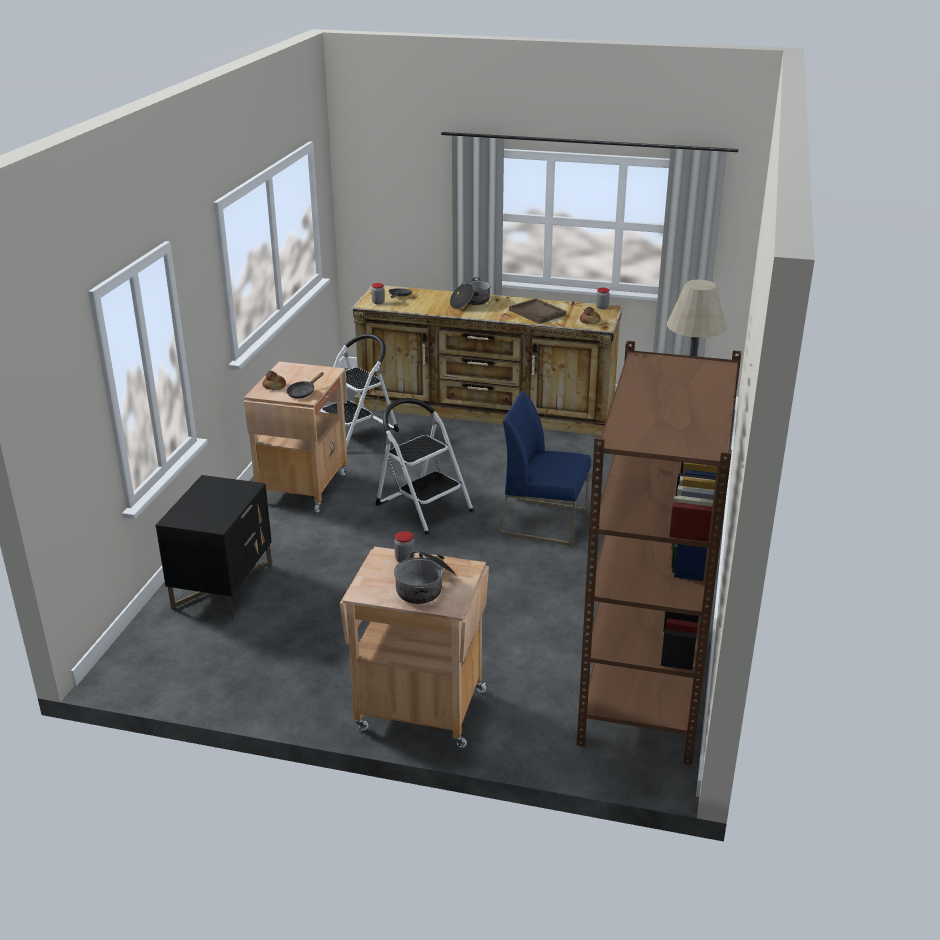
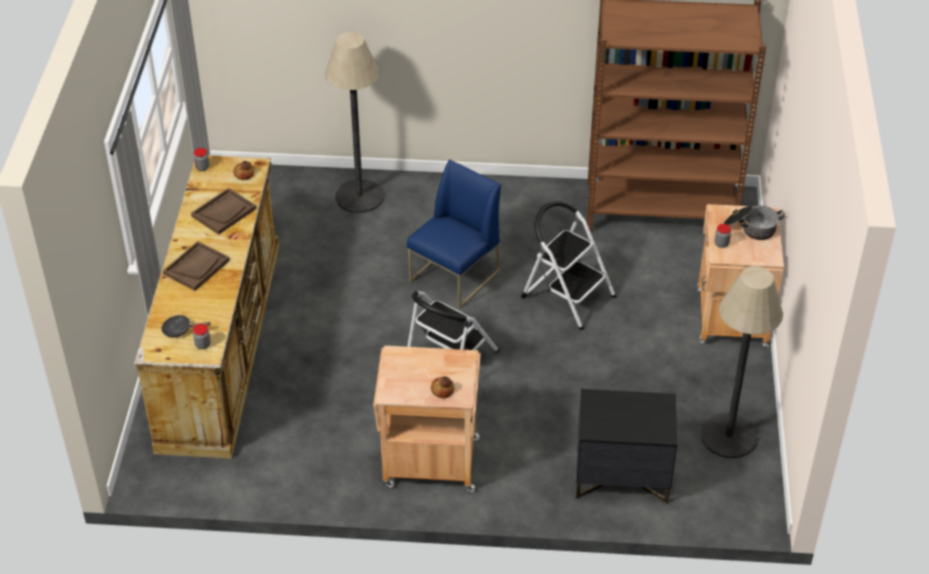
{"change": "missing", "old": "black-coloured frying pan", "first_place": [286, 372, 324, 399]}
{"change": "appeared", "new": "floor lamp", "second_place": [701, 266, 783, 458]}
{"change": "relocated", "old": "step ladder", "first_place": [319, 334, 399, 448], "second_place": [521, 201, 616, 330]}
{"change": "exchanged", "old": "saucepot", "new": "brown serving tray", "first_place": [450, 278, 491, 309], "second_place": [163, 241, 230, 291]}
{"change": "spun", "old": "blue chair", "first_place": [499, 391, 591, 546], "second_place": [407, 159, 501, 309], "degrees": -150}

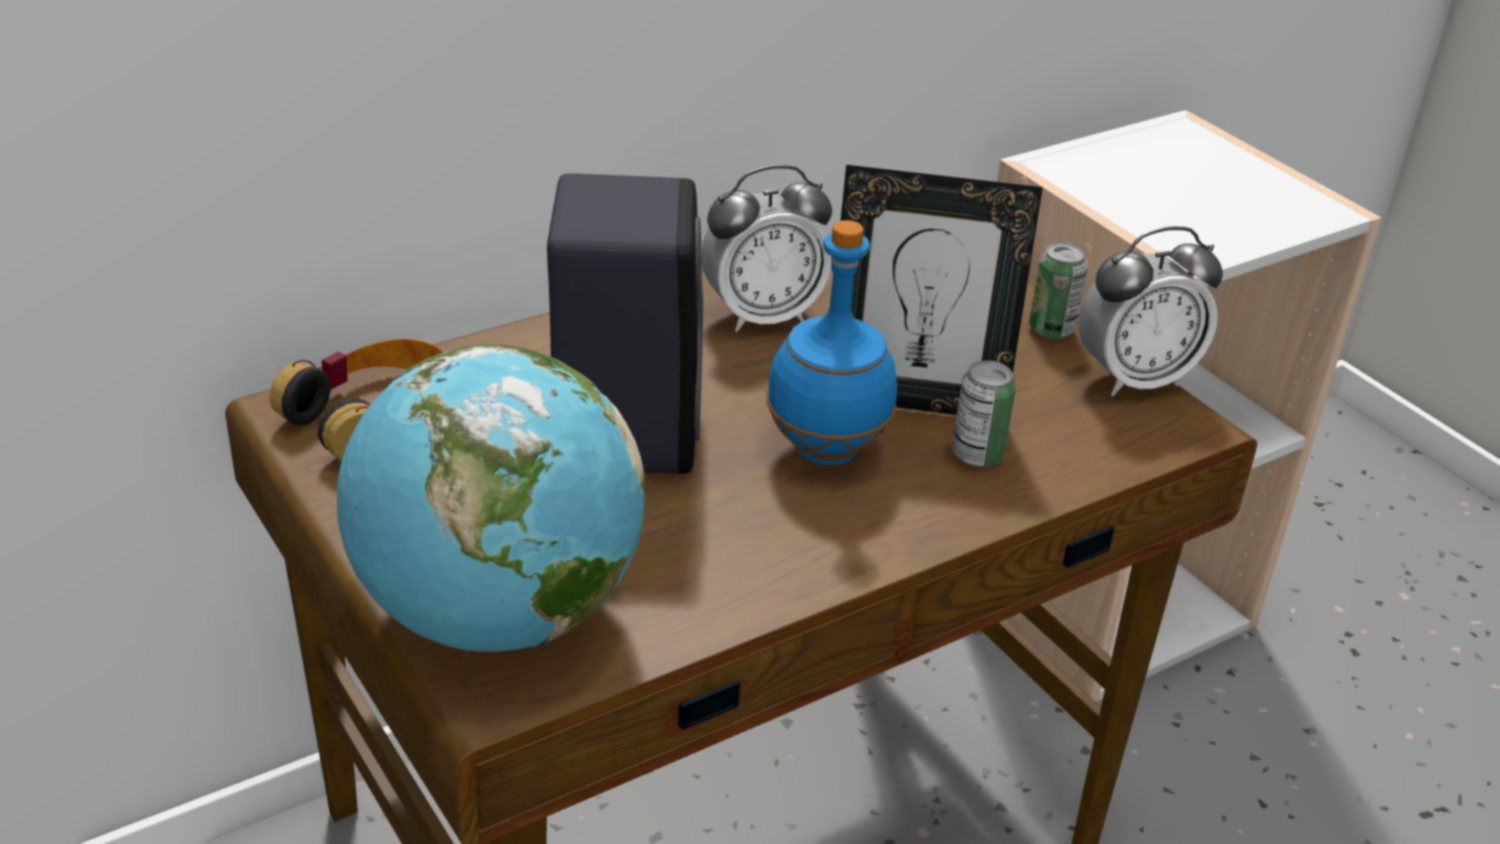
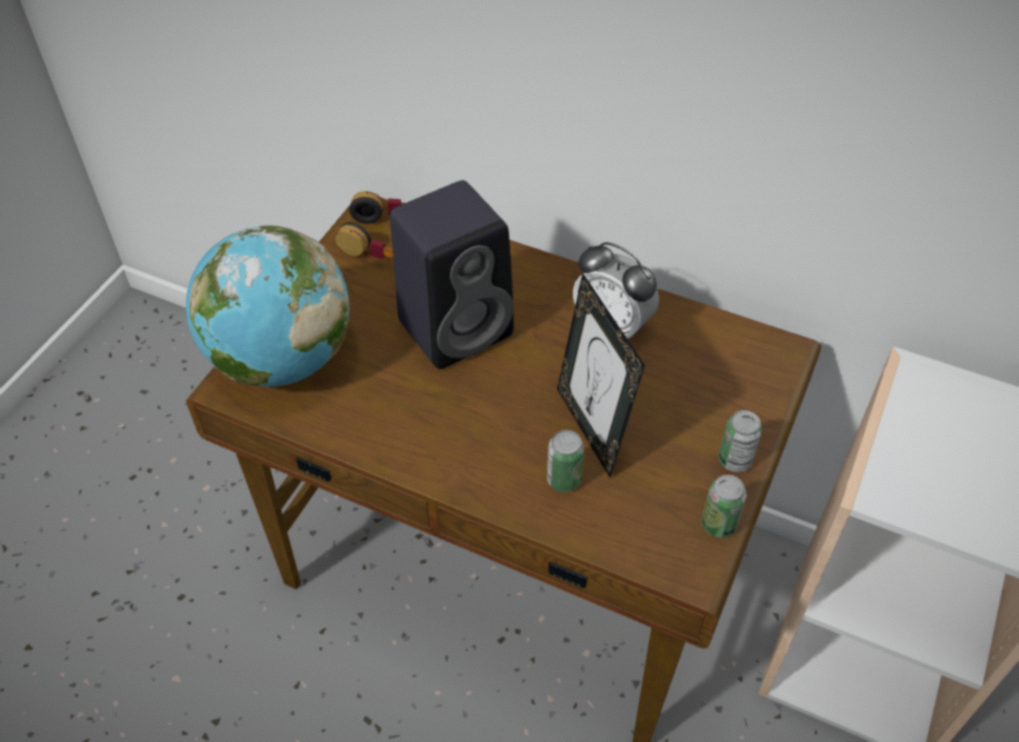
{"change": "missing", "old": "blue bottle", "first_place": [767, 220, 897, 465]}
{"change": "exchanged", "old": "bedside clock", "new": "metal can", "first_place": [1079, 226, 1223, 396], "second_place": [701, 475, 747, 538]}

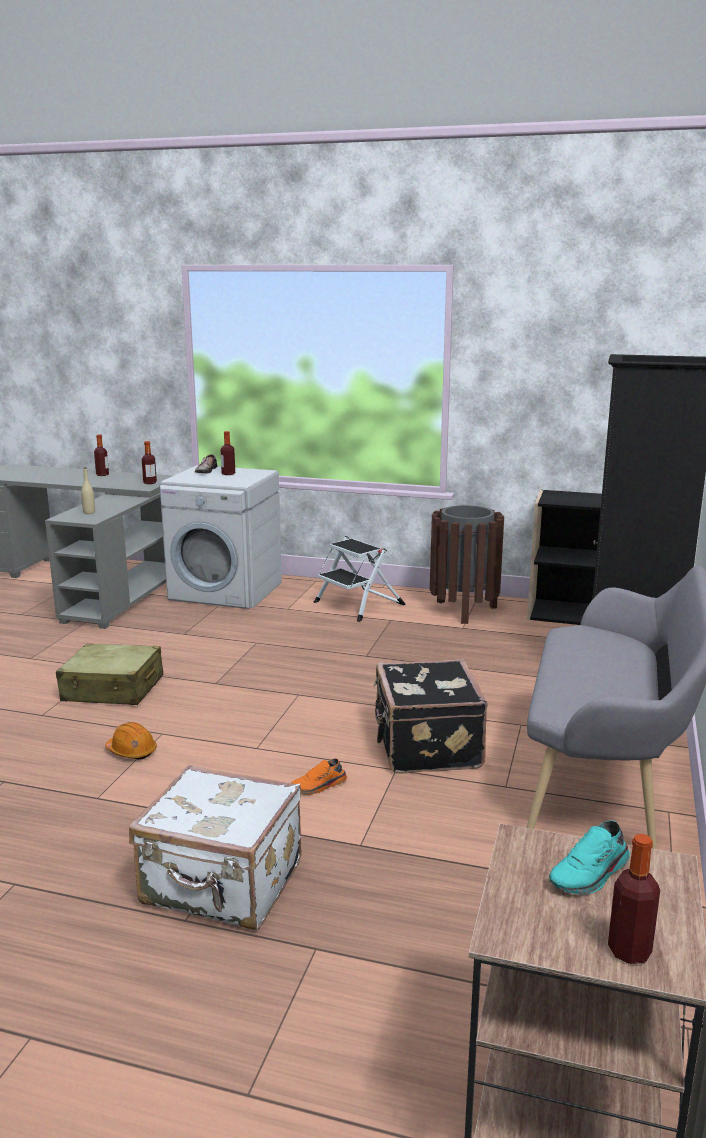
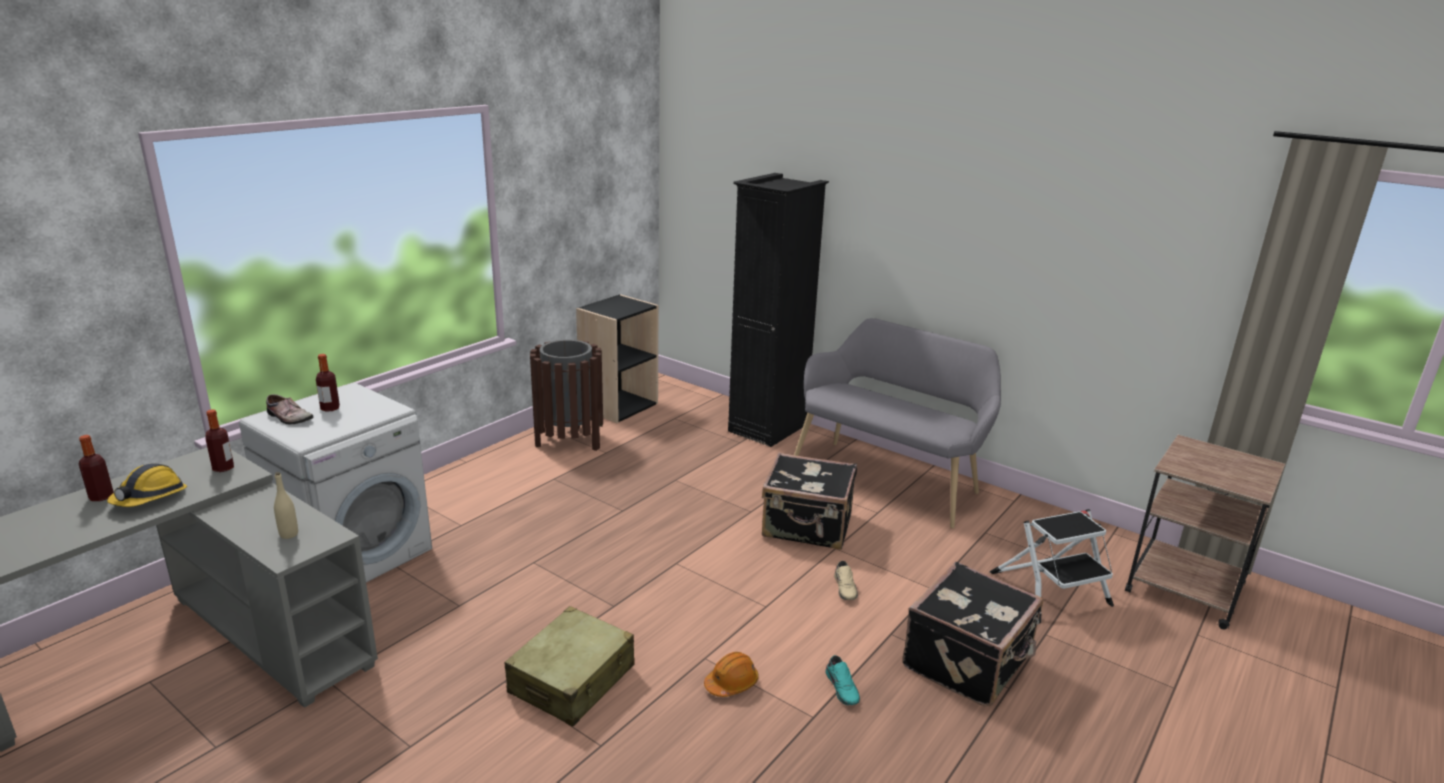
{"change": "missing", "old": "bottle", "first_place": [608, 834, 660, 964]}
{"change": "appeared", "new": "hard hat", "second_place": [107, 463, 187, 507]}
{"change": "relocated", "old": "step ladder", "first_place": [313, 536, 406, 622], "second_place": [990, 509, 1114, 623]}
{"change": "relocated", "old": "blue-green item of footwear", "first_place": [549, 821, 630, 895], "second_place": [825, 655, 860, 705]}
{"change": "colour", "old": "white travel case", "new": "black-coloured travel case", "first_place": [129, 765, 301, 930], "second_place": [902, 562, 1043, 706]}
{"change": "colour", "old": "orangey item of footwear", "new": "beige item of footwear", "first_place": [291, 758, 348, 795], "second_place": [834, 561, 858, 600]}

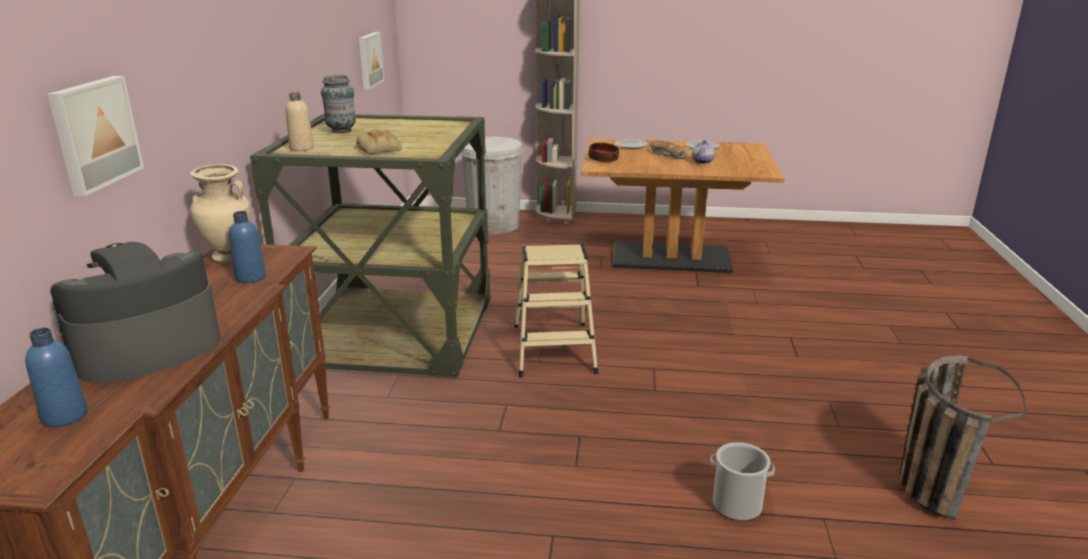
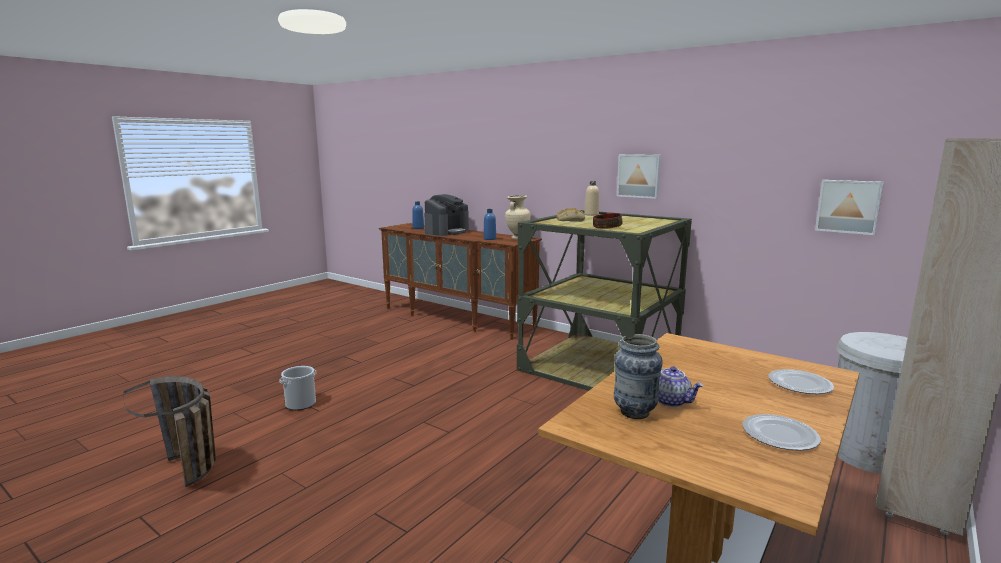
{"change": "missing", "old": "beige step ladder", "first_place": [514, 244, 598, 377]}
{"change": "missing", "old": "bread", "first_place": [650, 140, 687, 159]}
{"change": "relocated", "old": "picture", "first_place": [47, 76, 144, 196], "second_place": [617, 154, 661, 199]}
{"change": "relocated", "old": "decorative vase", "first_place": [321, 75, 356, 133], "second_place": [614, 334, 663, 419]}
{"change": "relocated", "old": "bowl", "first_place": [588, 142, 619, 162], "second_place": [593, 213, 622, 229]}
{"change": "spun", "old": "coffee brewer", "first_place": [50, 242, 221, 383], "second_place": [424, 194, 469, 236], "degrees": 45}

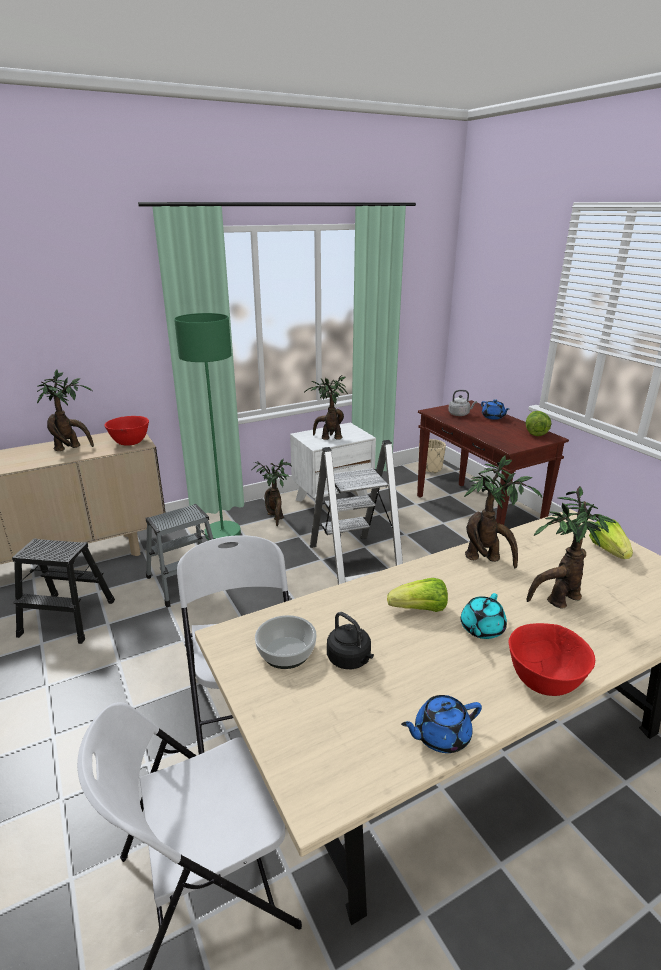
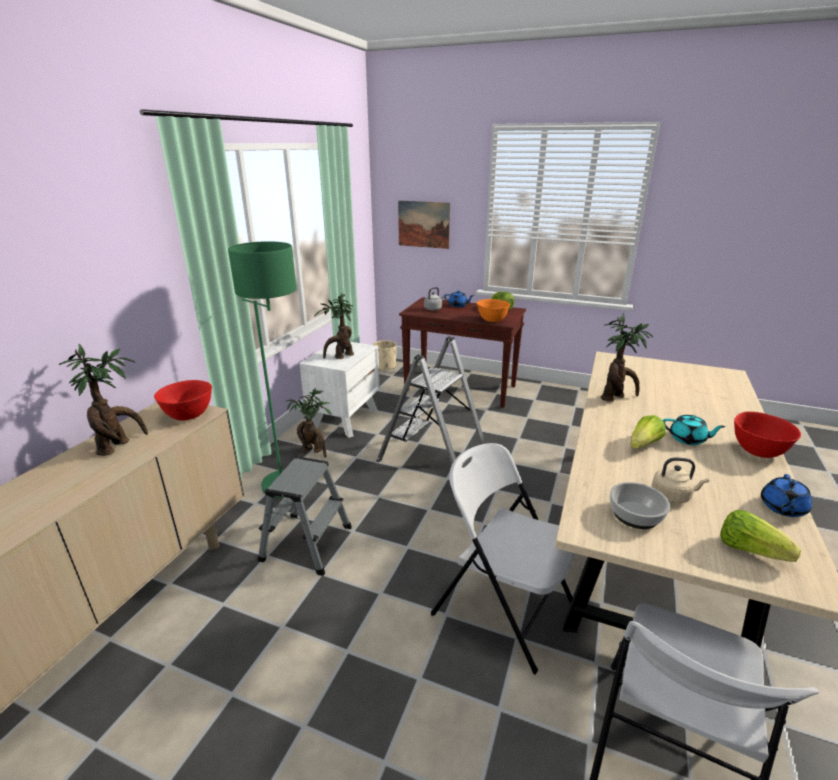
{"change": "missing", "old": "black-coloured step ladder", "first_place": [12, 538, 115, 644]}
{"change": "missing", "old": "potted plant", "first_place": [527, 486, 616, 609]}
{"change": "appeared", "new": "picture", "second_place": [398, 201, 450, 249]}
{"change": "appeared", "new": "orangey bowl", "second_place": [476, 299, 510, 322]}
{"change": "relocated", "old": "lettuce head", "first_place": [589, 519, 633, 559], "second_place": [720, 510, 801, 562]}
{"change": "colour", "old": "black-coloured water kettle", "new": "beige water kettle", "first_place": [327, 612, 374, 669], "second_place": [652, 458, 709, 504]}
{"change": "spun", "old": "blue-green tea pot", "first_place": [461, 593, 507, 639], "second_place": [663, 415, 725, 445], "degrees": -60}

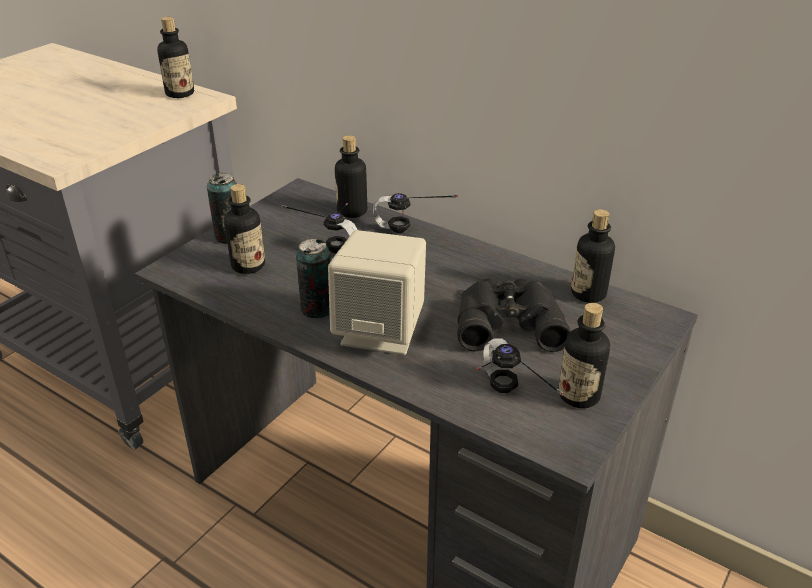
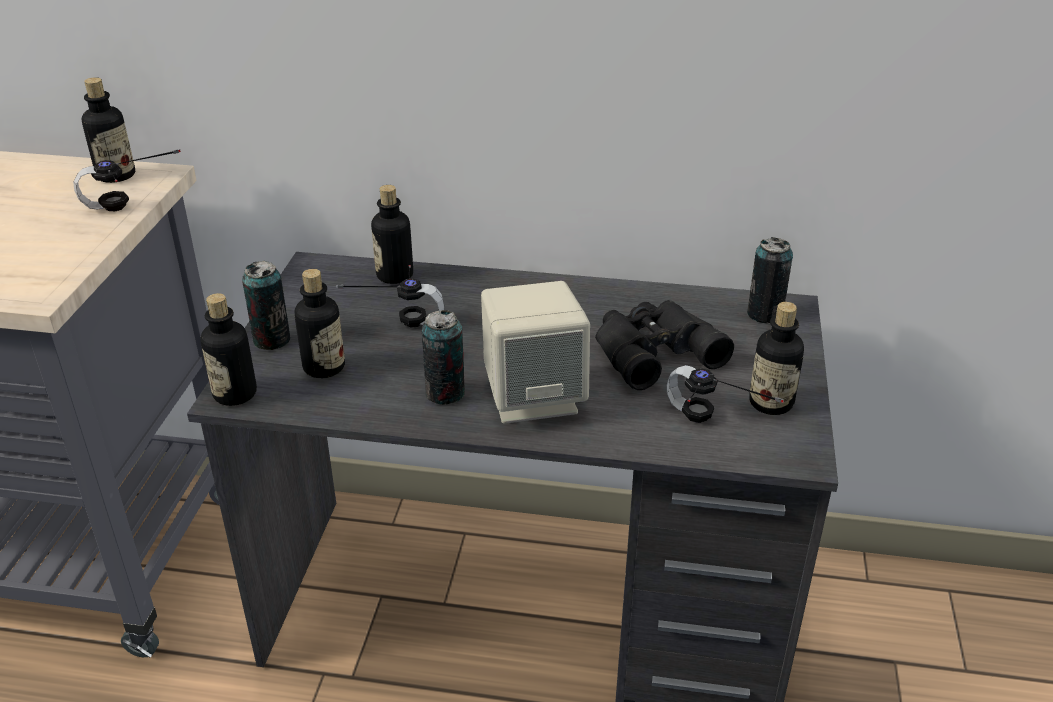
{"change": "appeared", "new": "metal can", "second_place": [747, 237, 793, 324]}
{"change": "relocated", "old": "headphones", "first_place": [373, 193, 458, 233], "second_place": [73, 149, 181, 211]}
{"change": "relocated", "old": "bottle", "first_place": [571, 209, 615, 303], "second_place": [200, 293, 257, 406]}

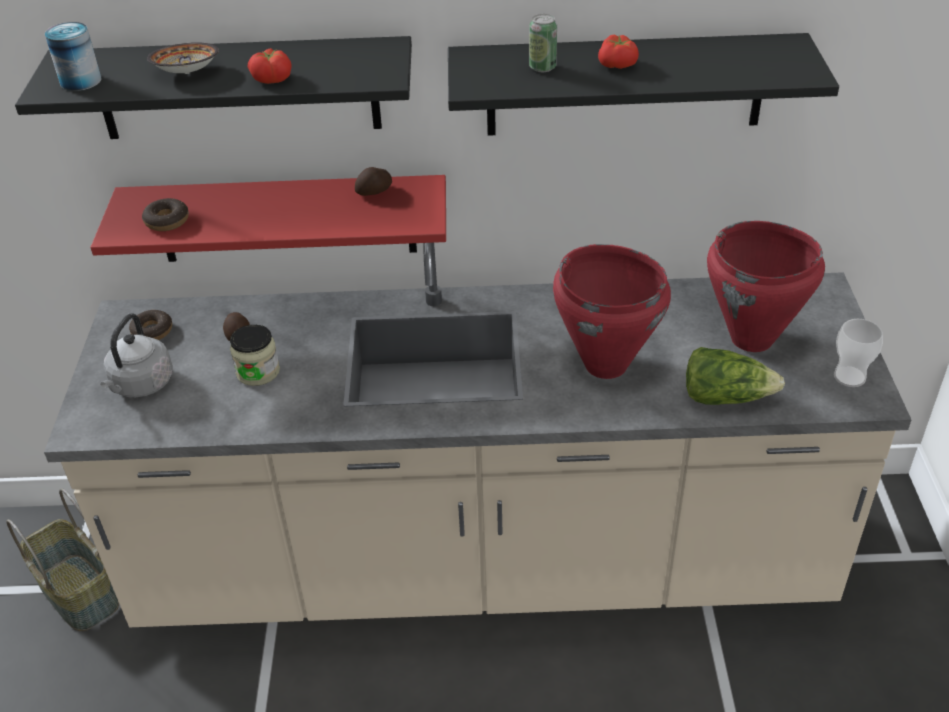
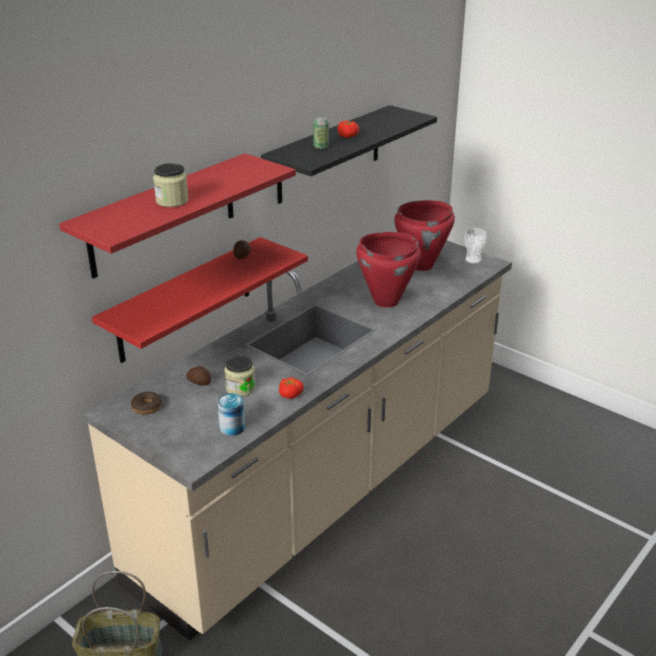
{"change": "missing", "old": "grey water kettle", "first_place": [100, 313, 173, 397]}
{"change": "missing", "old": "ring doughnut", "first_place": [142, 198, 189, 231]}
{"change": "missing", "old": "lettuce head", "first_place": [686, 347, 785, 405]}
{"change": "relocated", "old": "metal can", "first_place": [45, 22, 101, 91], "second_place": [217, 393, 245, 436]}
{"change": "relocated", "old": "fresh tomato", "first_place": [248, 48, 292, 84], "second_place": [279, 377, 304, 399]}
{"change": "exchanged", "old": "bowl", "new": "preserve jar", "first_place": [147, 42, 219, 74], "second_place": [153, 163, 189, 207]}
{"change": "colour", "old": "black-coloured wall shelf", "new": "red-coloured wall shelf", "first_place": [15, 36, 412, 139], "second_place": [59, 153, 296, 279]}

